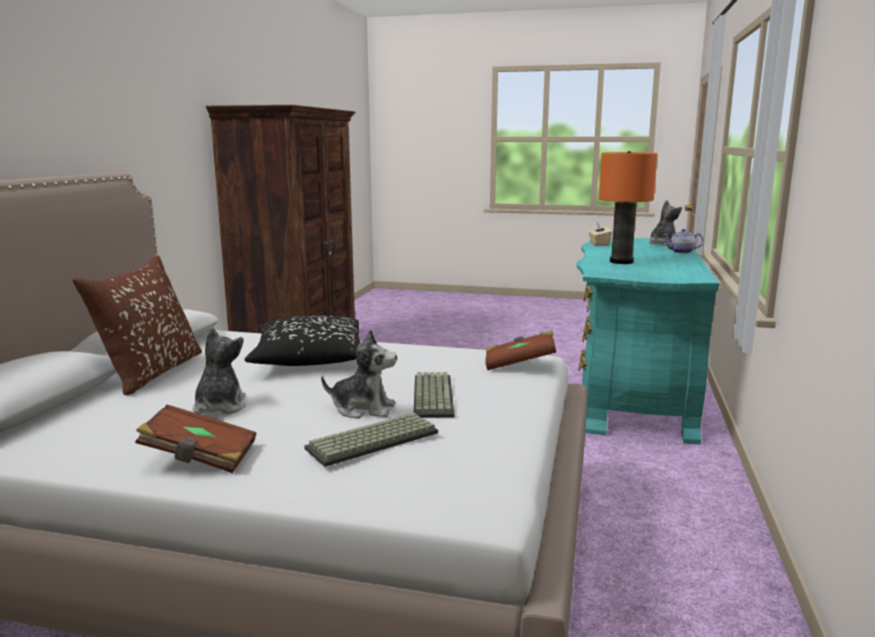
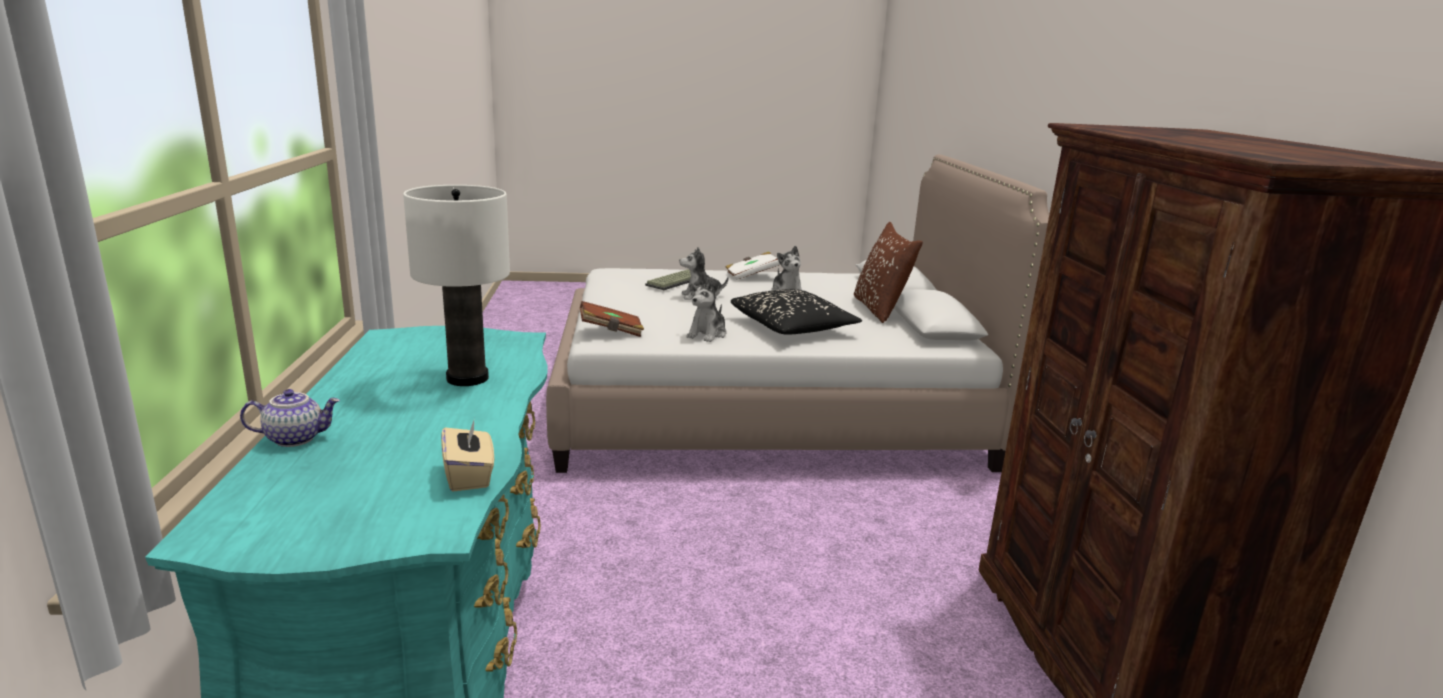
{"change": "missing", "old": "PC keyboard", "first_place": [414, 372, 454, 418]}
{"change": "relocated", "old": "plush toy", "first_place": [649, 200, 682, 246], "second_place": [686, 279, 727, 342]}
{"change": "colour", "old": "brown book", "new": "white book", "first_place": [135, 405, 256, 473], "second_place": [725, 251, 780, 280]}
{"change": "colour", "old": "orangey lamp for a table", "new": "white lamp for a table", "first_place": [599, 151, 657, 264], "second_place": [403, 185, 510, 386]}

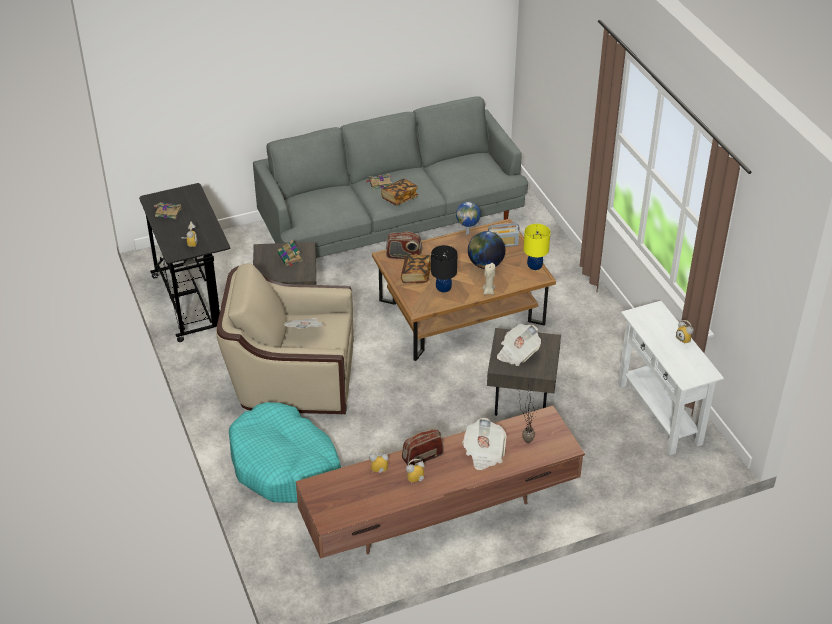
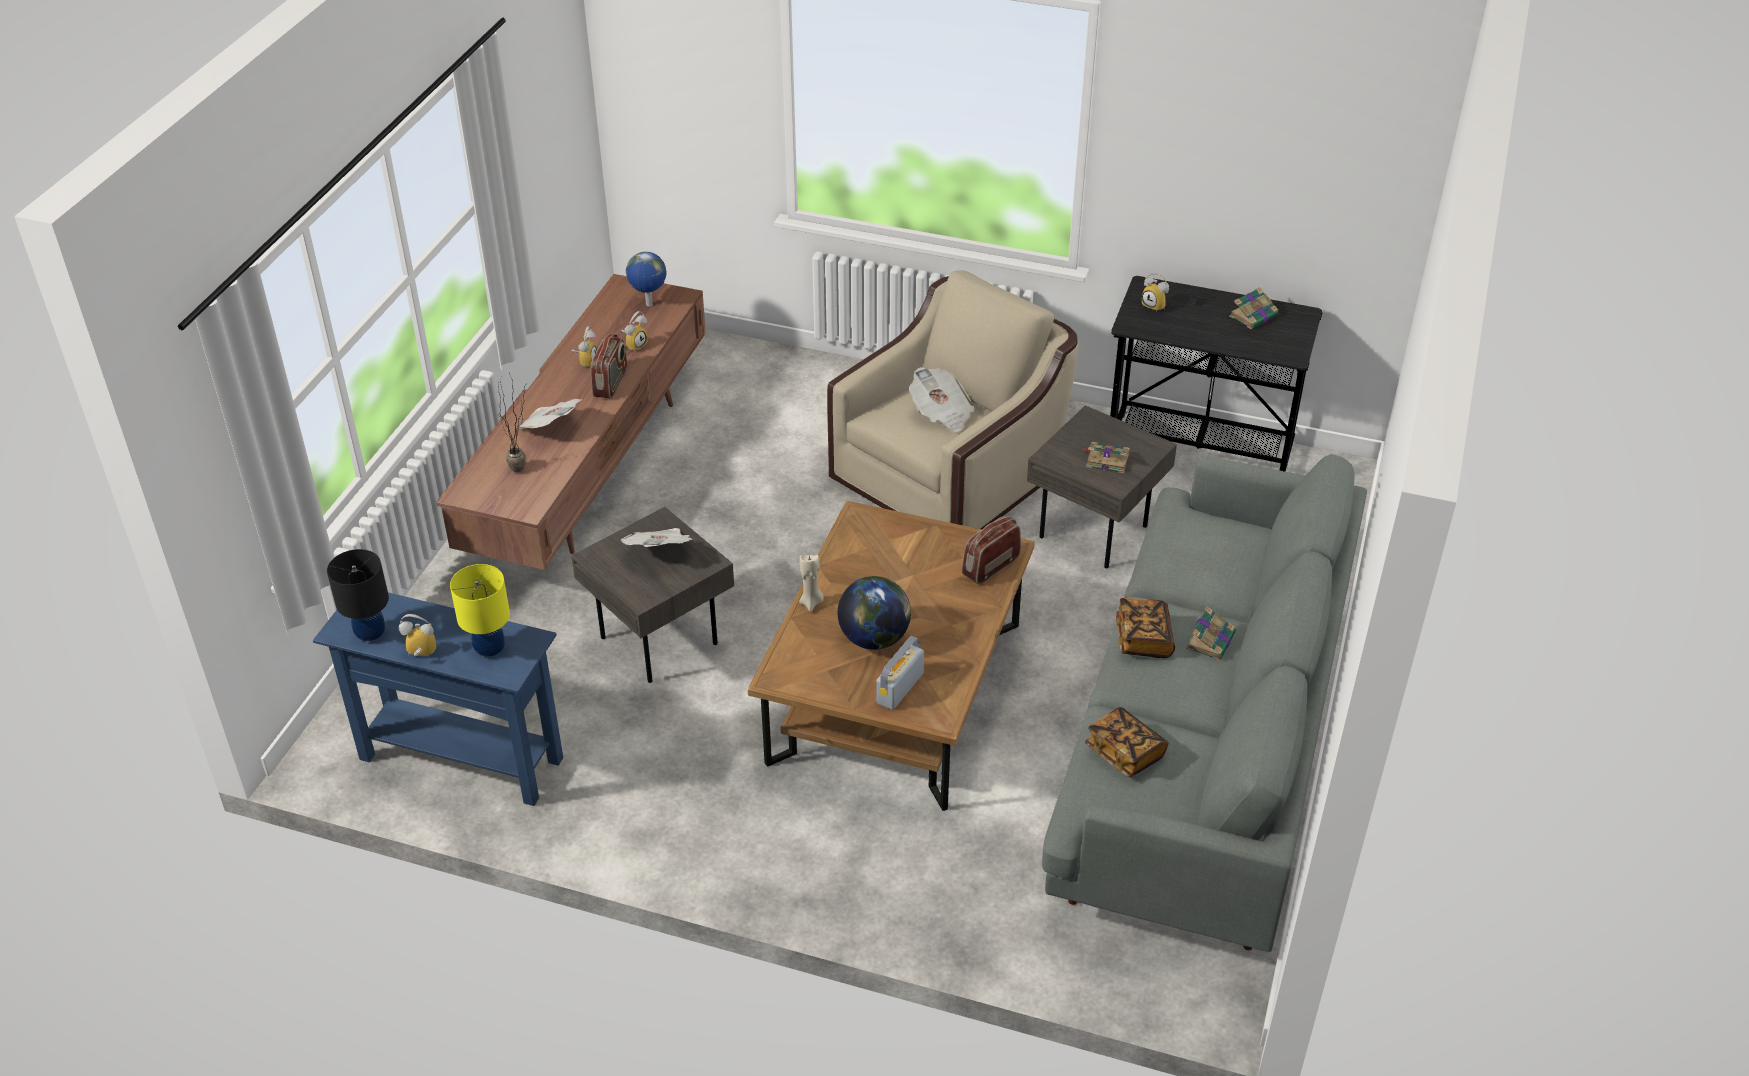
{"change": "missing", "old": "blue-green pet bed", "first_place": [229, 402, 341, 503]}
{"change": "relocated", "old": "book", "first_place": [401, 255, 431, 283], "second_place": [1085, 707, 1168, 777]}
{"change": "relocated", "old": "black-coloured lamp for a table", "first_place": [431, 245, 457, 292], "second_place": [327, 549, 389, 641]}
{"change": "relocated", "old": "world globe", "first_place": [456, 202, 481, 235], "second_place": [626, 252, 667, 307]}
{"change": "relocated", "old": "yellowish lamp for a table", "first_place": [523, 224, 550, 270], "second_place": [450, 564, 510, 657]}
{"change": "colour", "old": "white hall table", "new": "blue hall table", "first_place": [618, 301, 724, 455], "second_place": [313, 593, 563, 806]}

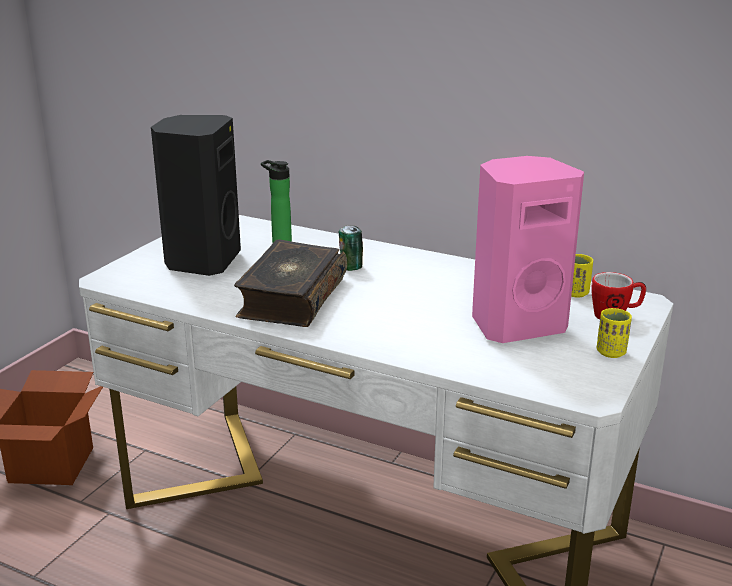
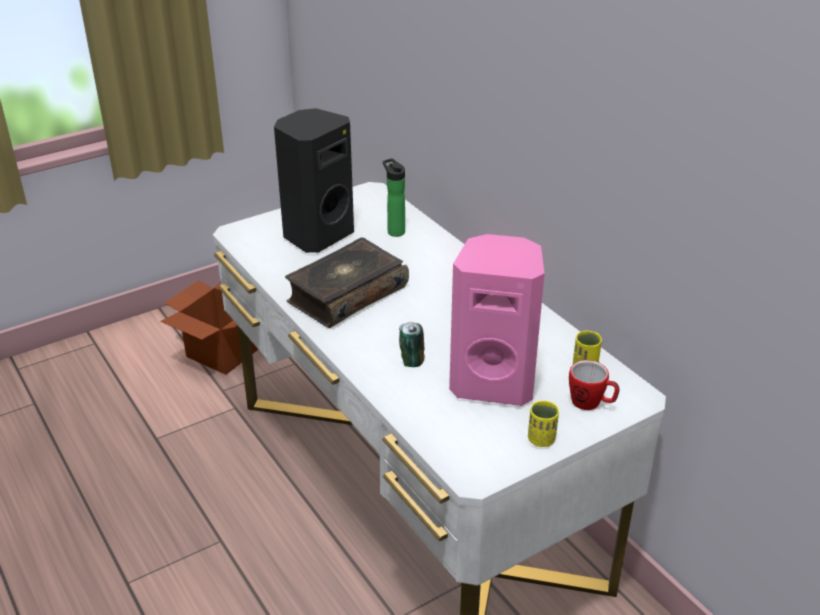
{"change": "relocated", "old": "metal can", "first_place": [339, 226, 363, 271], "second_place": [399, 322, 424, 367]}

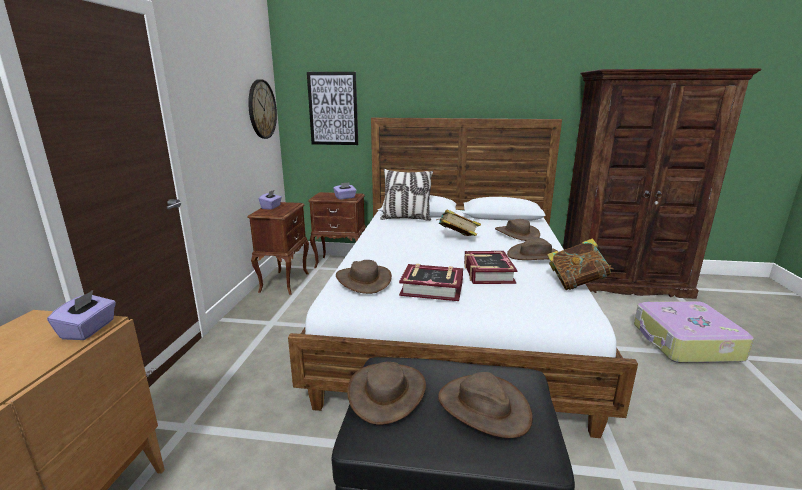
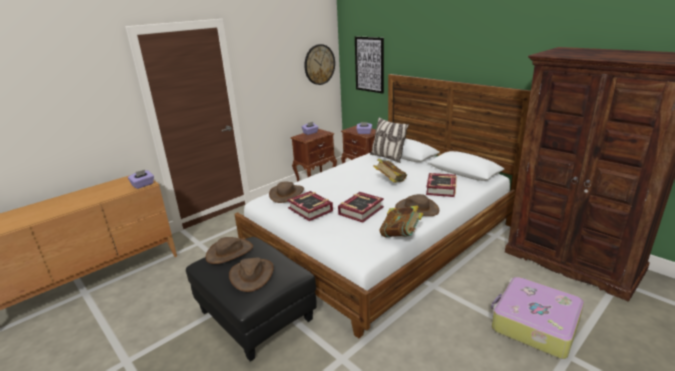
{"change": "exchanged", "old": "brown hat", "new": "book", "first_place": [495, 219, 540, 241], "second_place": [426, 173, 457, 197]}

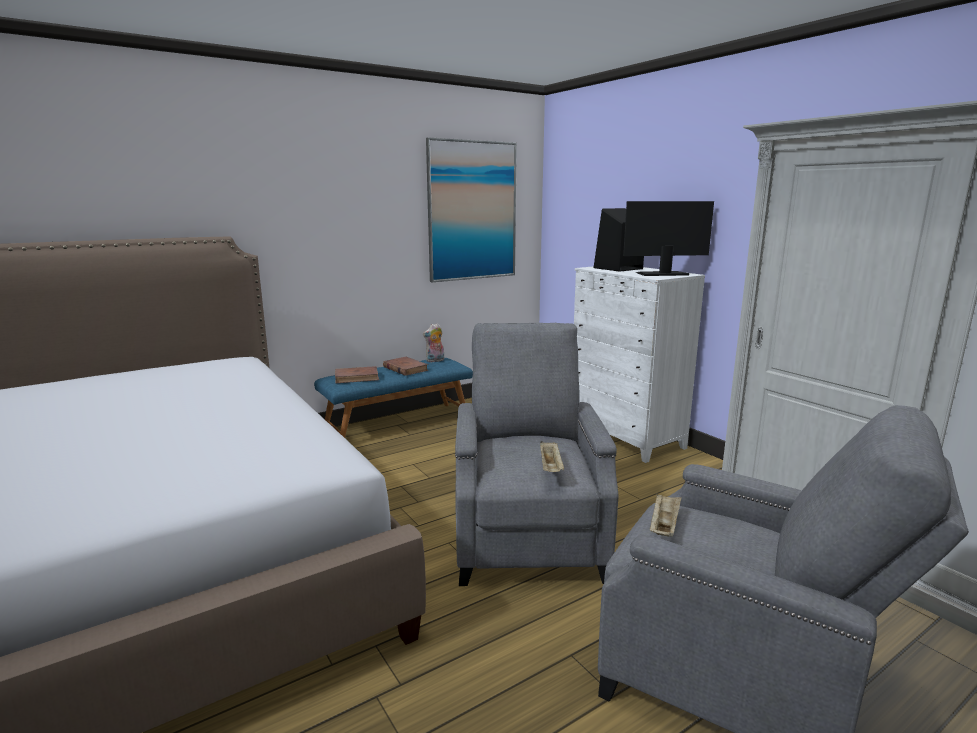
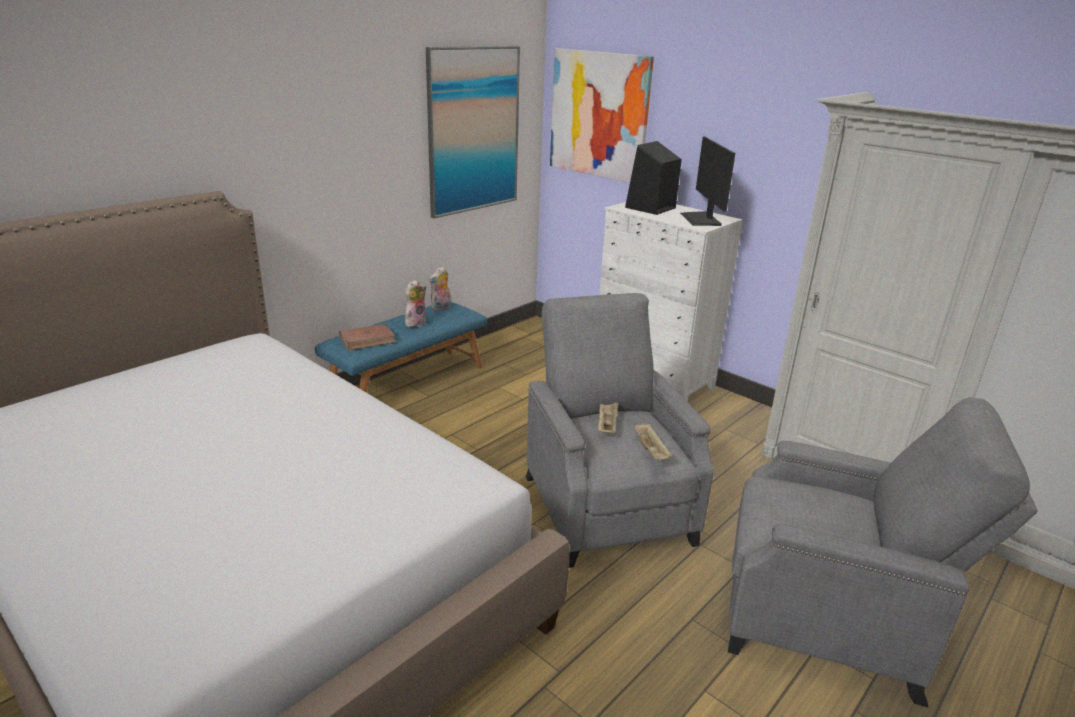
{"change": "appeared", "new": "picture", "second_place": [550, 48, 654, 183]}
{"change": "relocated", "old": "beige serving tray", "first_place": [650, 494, 682, 536], "second_place": [598, 402, 618, 433]}
{"change": "exchanged", "old": "brown book", "new": "plush toy", "first_place": [383, 357, 428, 376], "second_place": [405, 280, 426, 327]}
{"change": "spun", "old": "monitor", "first_place": [623, 201, 714, 276], "second_place": [680, 137, 735, 226], "degrees": -75}

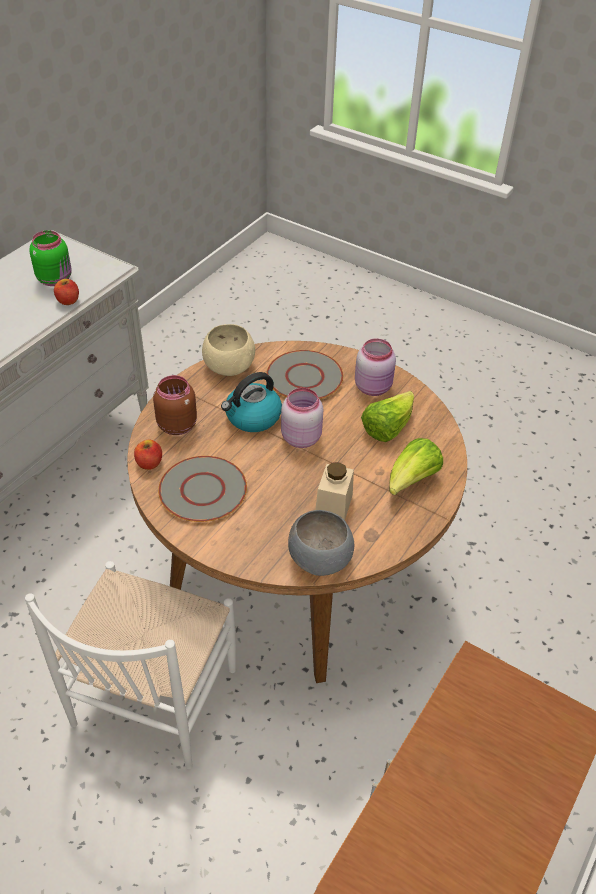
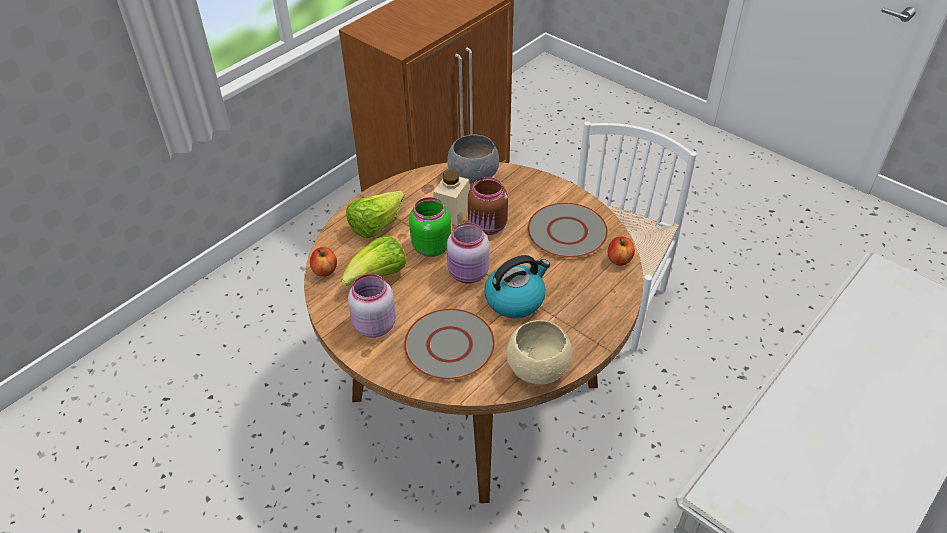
{"change": "relocated", "old": "greenish preserve jar", "first_place": [29, 230, 72, 286], "second_place": [409, 197, 451, 257]}
{"change": "relocated", "old": "whole apple", "first_place": [54, 279, 79, 305], "second_place": [310, 247, 337, 277]}
{"change": "relocated", "old": "brown preserve jar", "first_place": [153, 375, 197, 435], "second_place": [468, 177, 508, 235]}

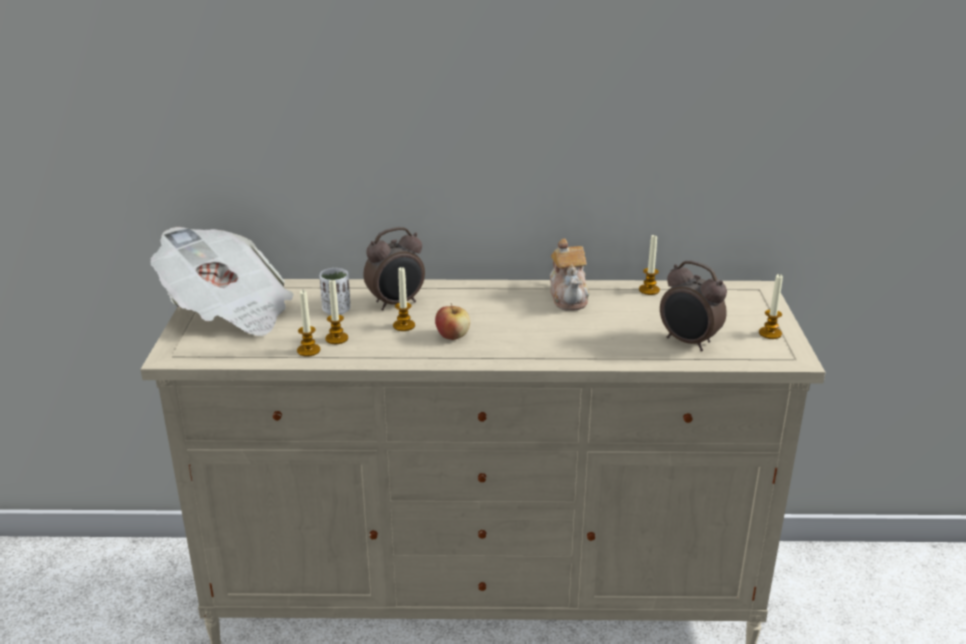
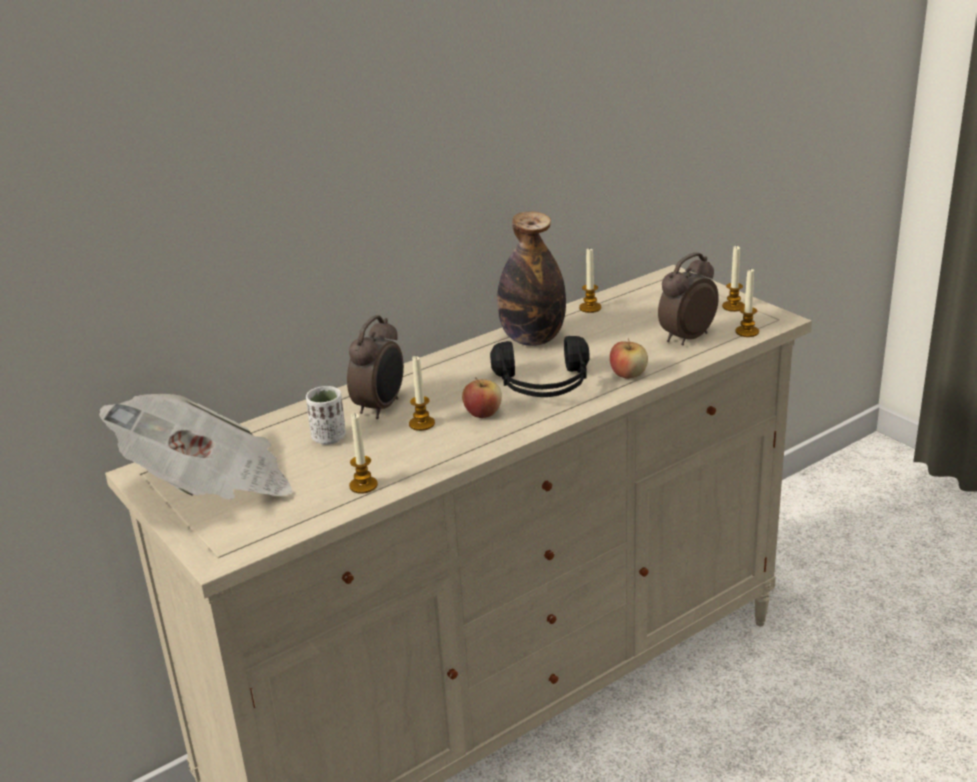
{"change": "appeared", "new": "black-coloured headphones", "second_place": [490, 336, 590, 397]}
{"change": "appeared", "new": "whole apple", "second_place": [610, 338, 648, 379]}
{"change": "relocated", "old": "wax candle", "first_place": [325, 280, 348, 344], "second_place": [735, 269, 759, 337]}
{"change": "exchanged", "old": "tea pot", "new": "bottle", "first_place": [550, 238, 589, 311], "second_place": [497, 211, 566, 346]}
{"change": "spun", "old": "bedside clock", "first_place": [660, 260, 727, 351], "second_place": [658, 253, 719, 345], "degrees": 135}

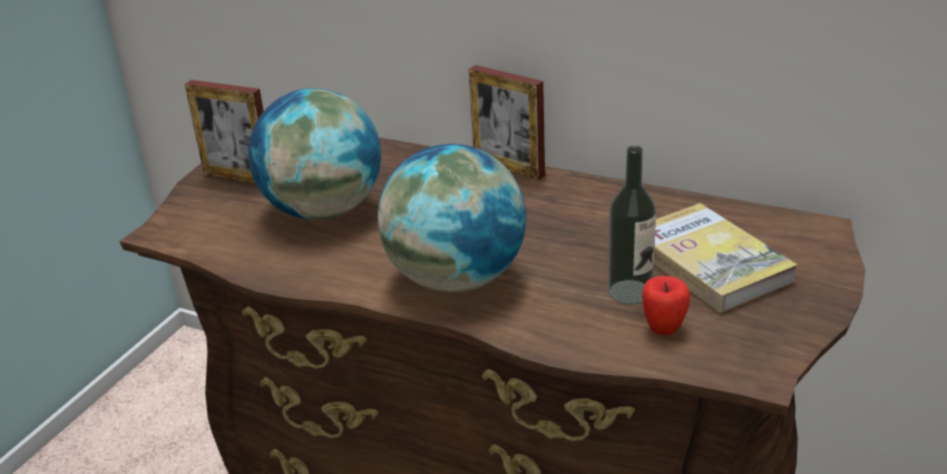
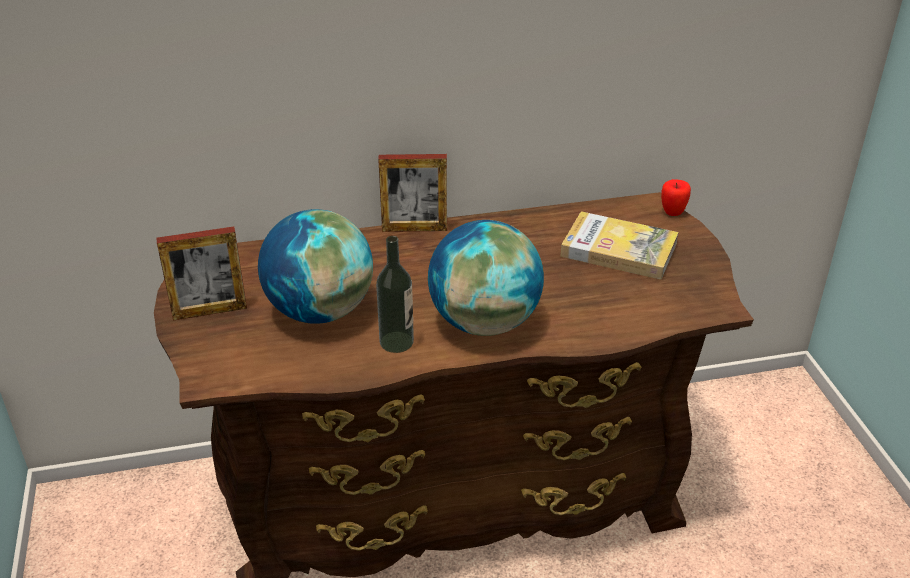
{"change": "relocated", "old": "bottle", "first_place": [608, 146, 656, 305], "second_place": [376, 236, 414, 353]}
{"change": "relocated", "old": "whole apple", "first_place": [642, 276, 690, 335], "second_place": [661, 179, 691, 216]}

